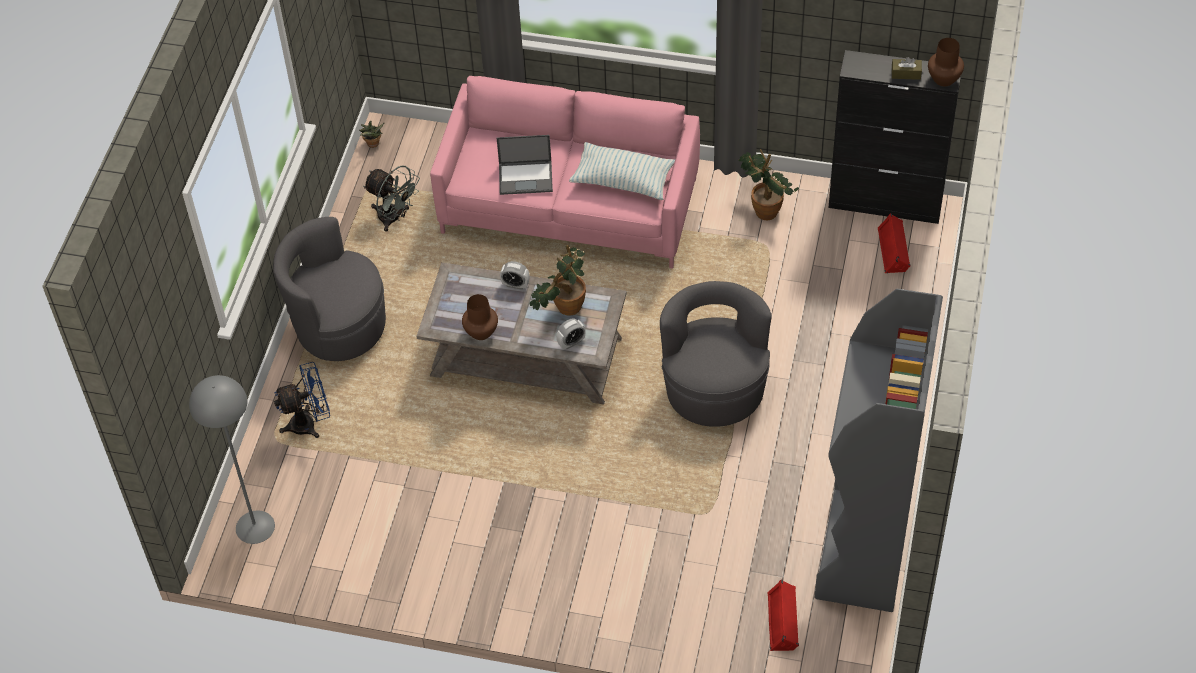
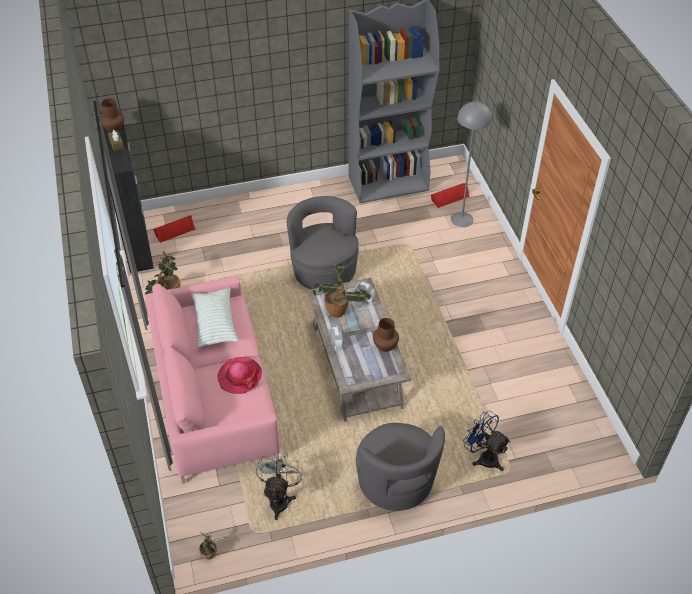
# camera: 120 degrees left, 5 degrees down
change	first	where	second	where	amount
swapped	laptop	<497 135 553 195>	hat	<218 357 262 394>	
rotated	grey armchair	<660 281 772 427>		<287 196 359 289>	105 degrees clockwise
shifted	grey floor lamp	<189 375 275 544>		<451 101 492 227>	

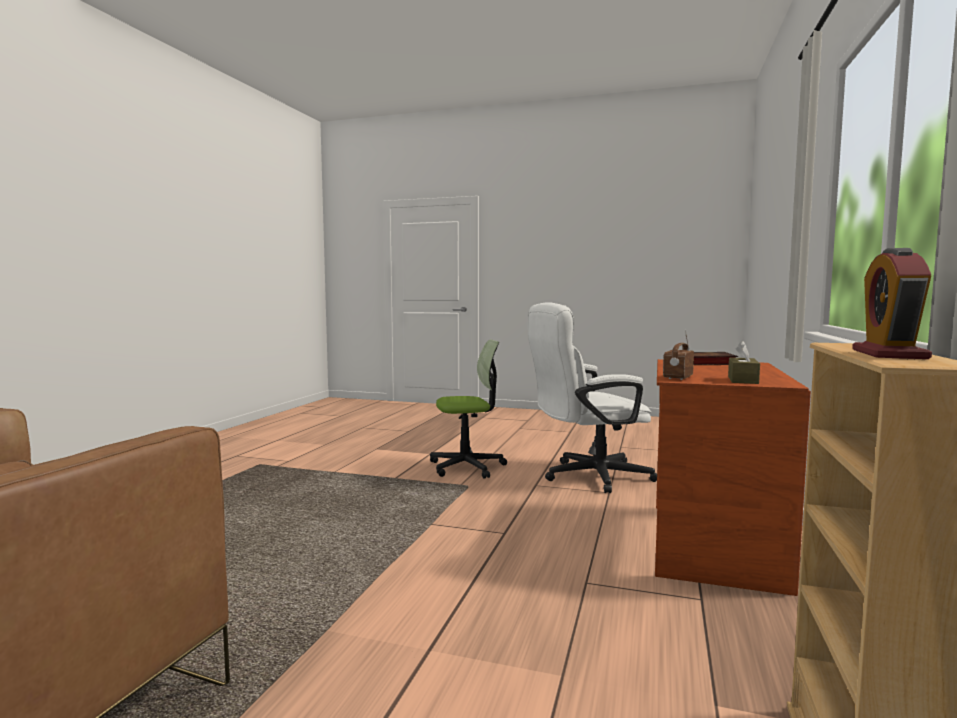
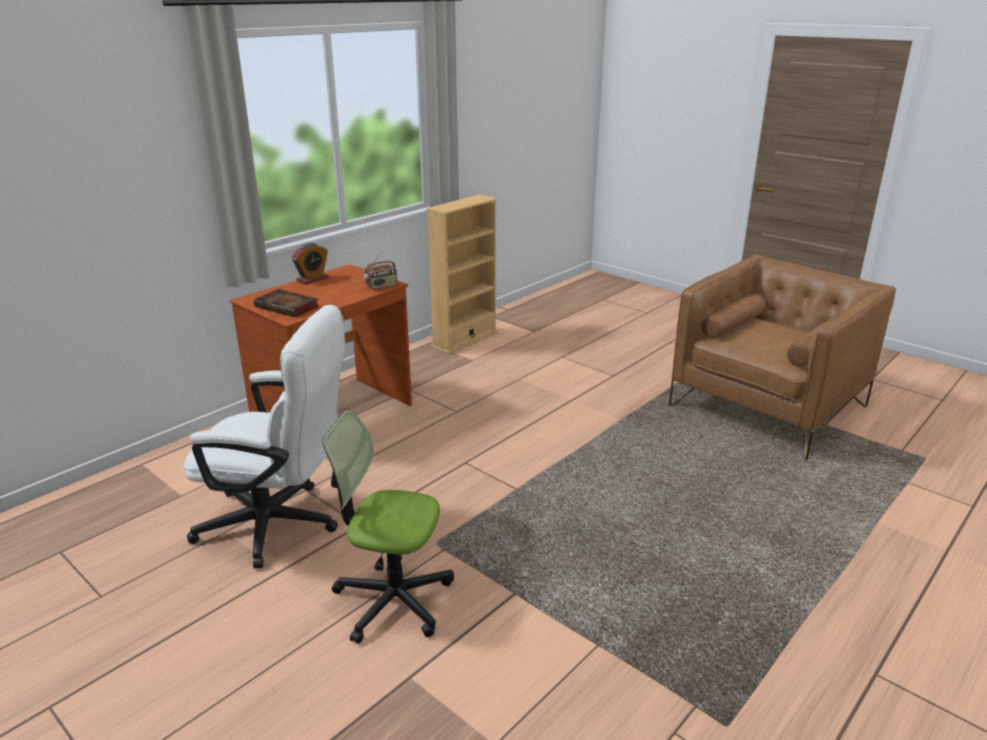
# camera: 155 degrees left, 20 degrees up
change	first	where	second	where	amount
shifted	alarm clock	<852 248 932 359>		<292 243 329 284>	
gone	brown tissue box	<728 341 760 384>			

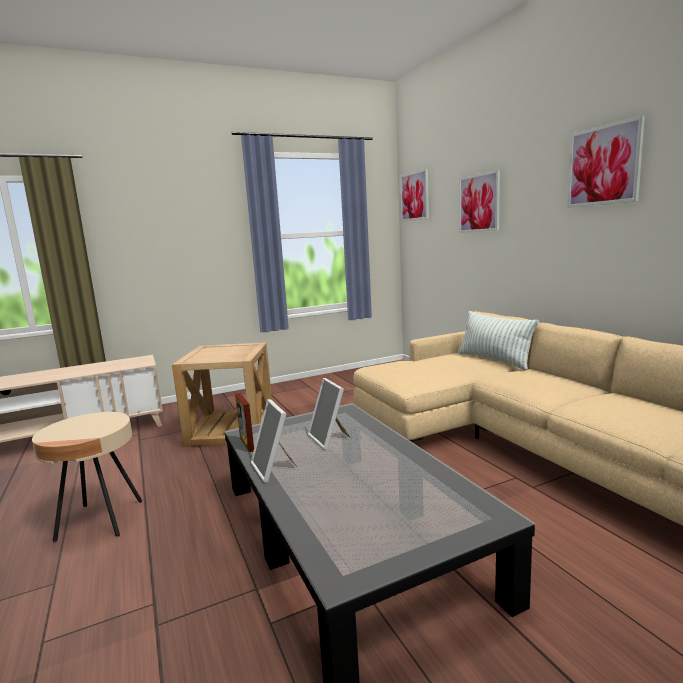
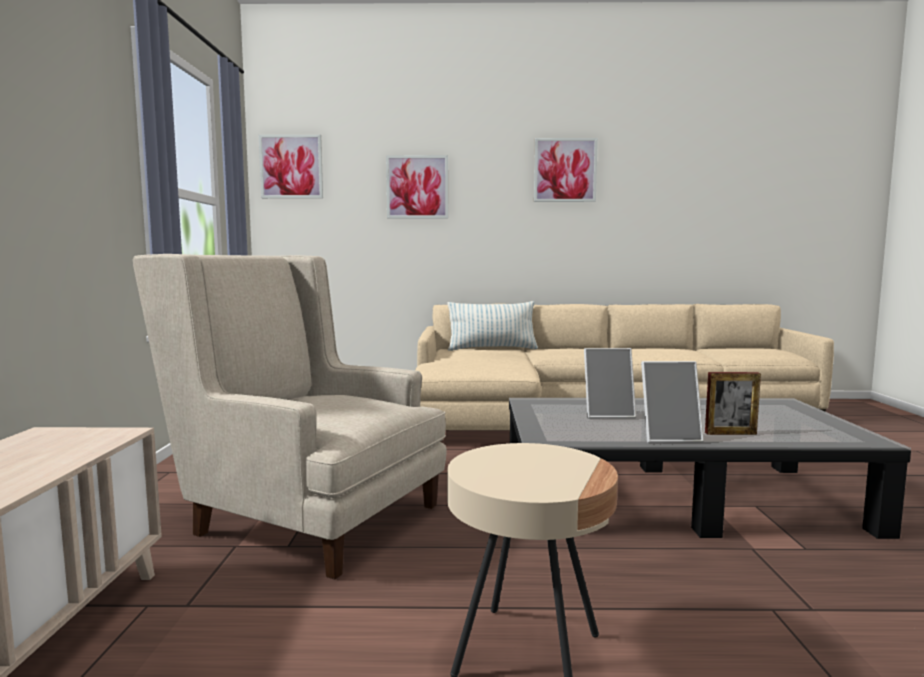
# camera: 65 degrees left, 5 degrees down
change	first	where	second	where	amount
swapped	beige side table	<172 343 272 447>	beige armchair	<133 254 447 580>	
shifted	picture frame	<235 393 254 452>		<705 372 761 435>	

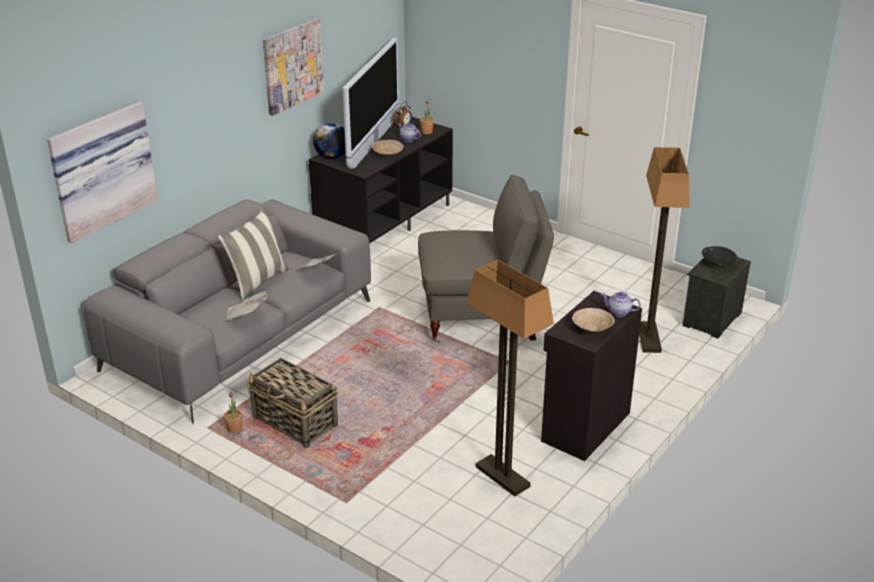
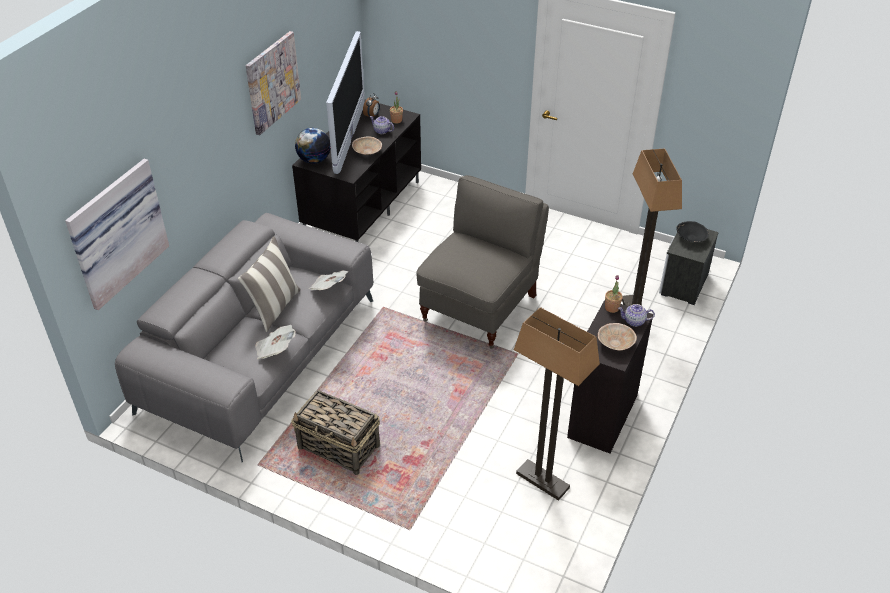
# camera: 10 degrees left, 10 degrees up
change	first	where	second	where	amount
rotated	grey armchair	<418 175 554 343>		<416 175 549 349>	45 degrees counterclockwise
shifted	potted plant	<224 392 242 433>		<605 275 623 313>	

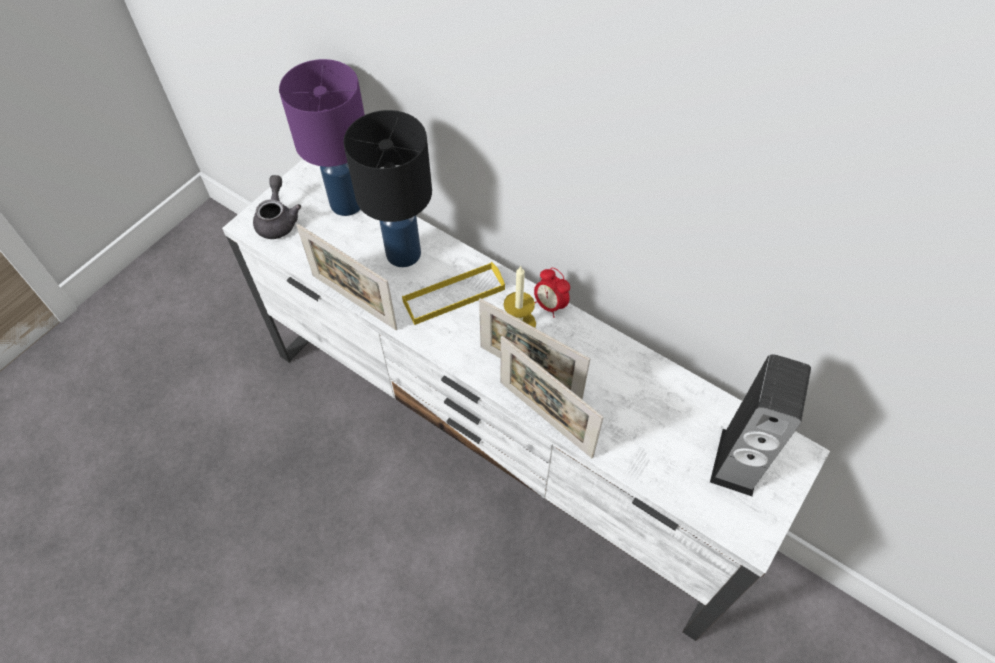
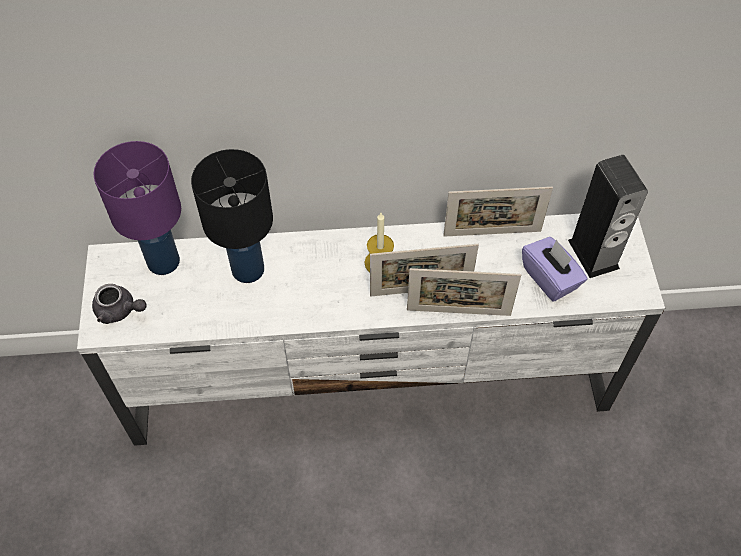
# camera: 40 degrees left, 0 degrees up
change	first	where	second	where	amount
rotated	grey teapot	<253 175 301 239>		<92 284 147 324>	150 degrees clockwise
shifted	picture frame	<296 224 397 330>		<443 187 553 237>	
new			purple tissue box	<522 237 587 301>	
gone	yellow tray	<402 262 505 325>			
gone	alarm clock	<534 268 570 318>			

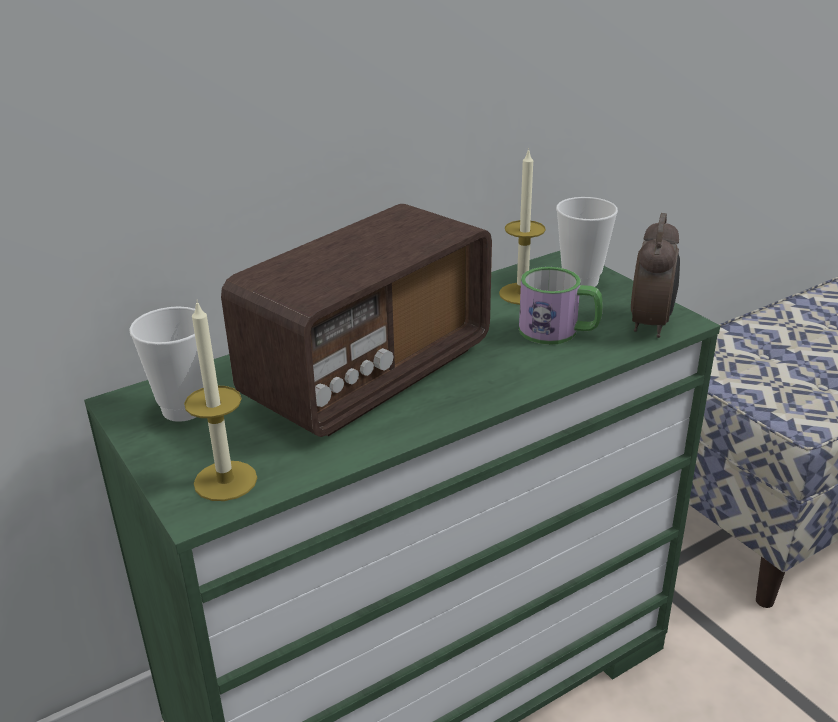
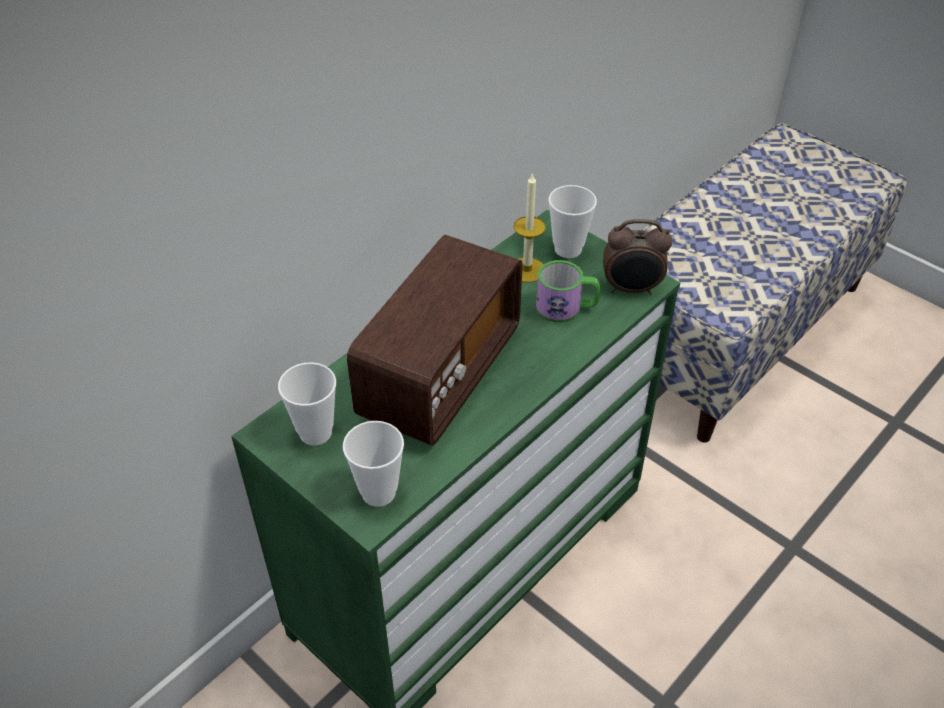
# camera: 15 degrees left, 15 degrees up
change	first	where	second	where	amount
swapped	candle	<184 302 257 501>	cup	<343 421 404 507>	
rotated	alarm clock	<631 213 680 338>		<603 219 672 295>	90 degrees clockwise

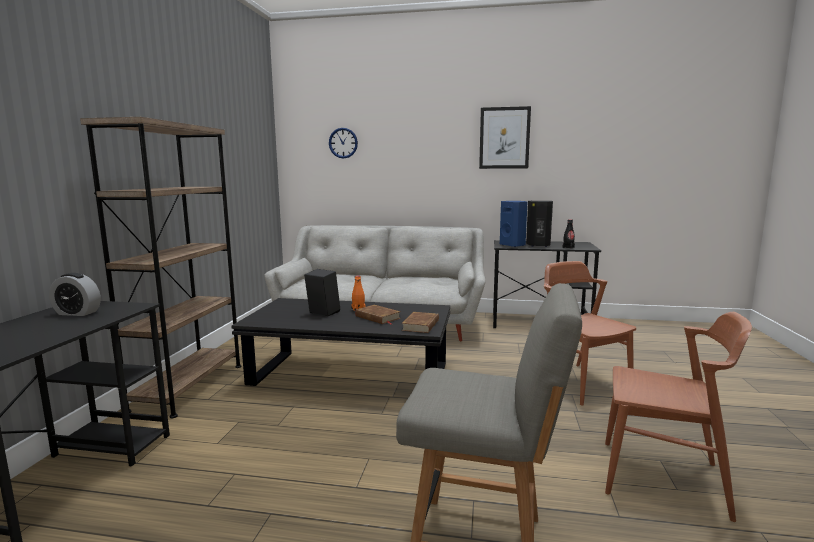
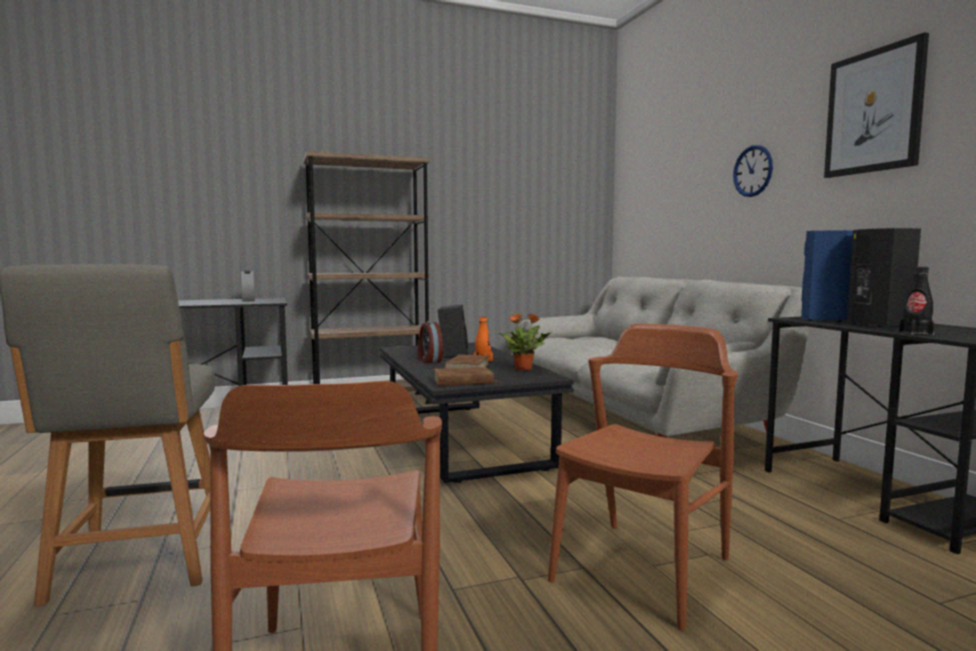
# camera: 60 degrees right, 5 degrees down
change	first	where	second	where	amount
new			alarm clock	<417 321 443 363>	
new			potted plant	<499 313 550 371>	
shifted	wall clock	<329 128 358 159>		<733 145 773 197>	

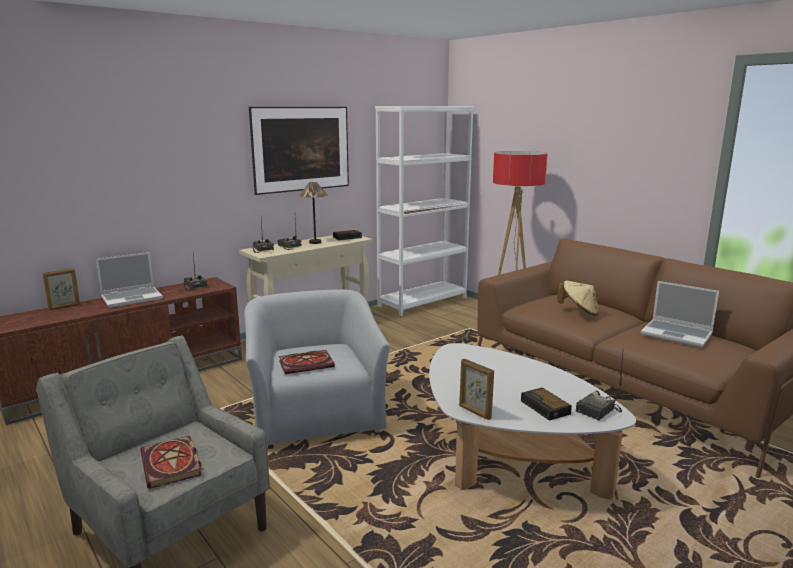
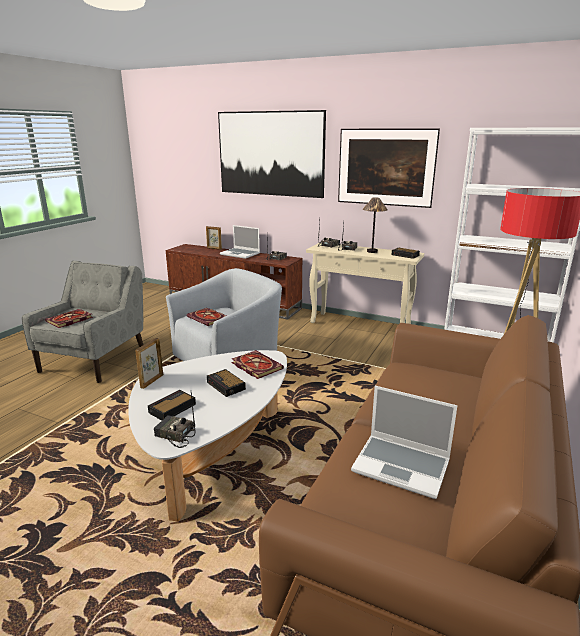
# camera: 65 degrees right, 5 degrees up
change	first	where	second	where	amount
new			alarm clock	<207 369 246 397>	
new			picture	<218 110 326 198>	
new			book	<232 350 284 379>	
rotated	laptop	<641 281 719 347>		<351 386 457 499>	75 degrees counterclockwise
gone	beige hat	<557 281 599 316>			

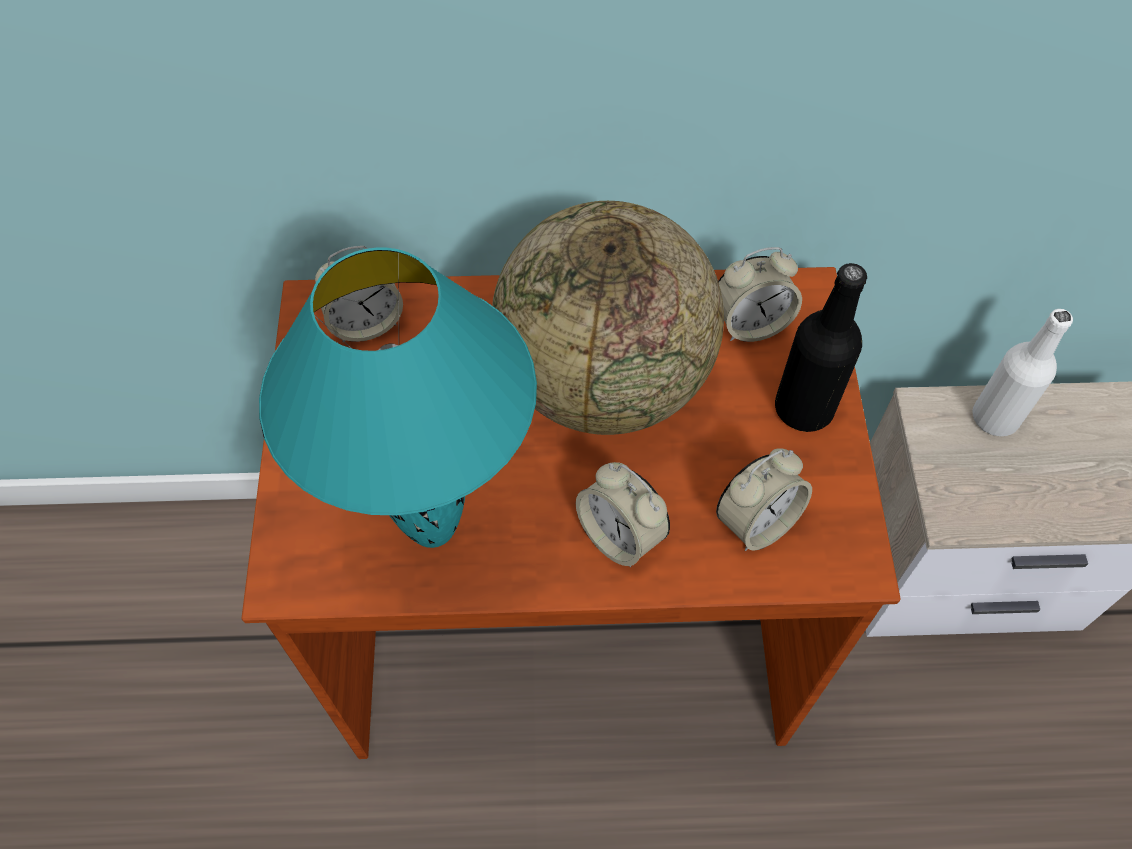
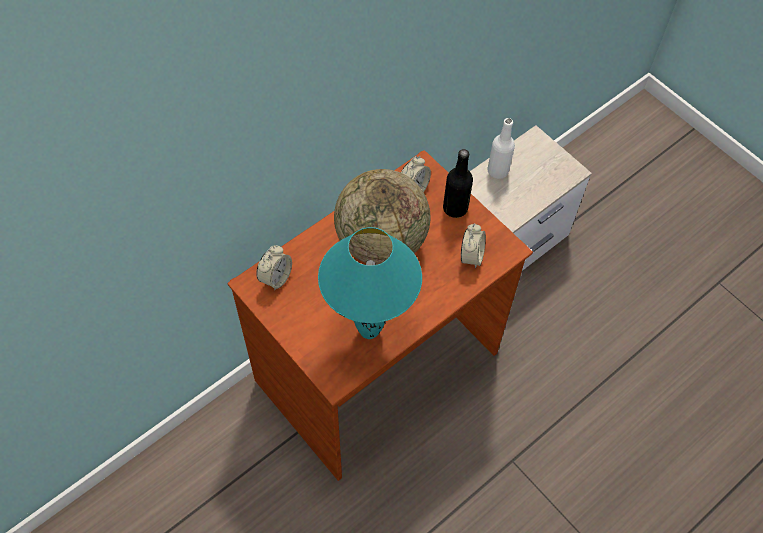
# camera: 40 degrees left, 0 degrees up
change	first	where	second	where	amount
gone	alarm clock	<576 462 670 567>			

